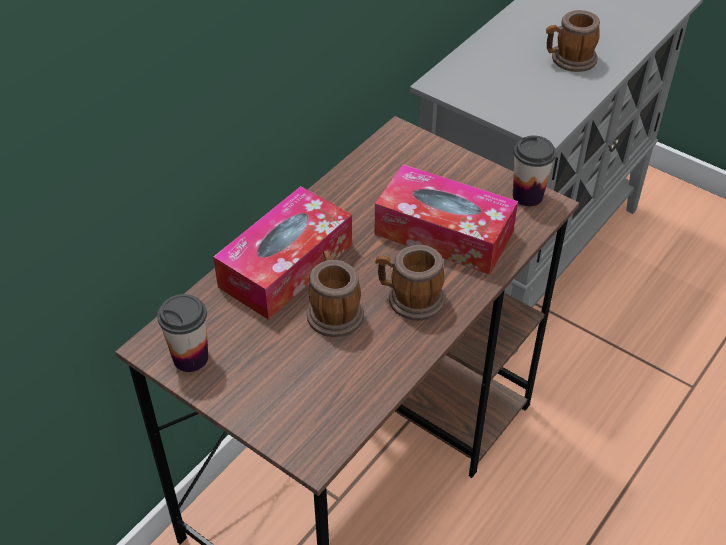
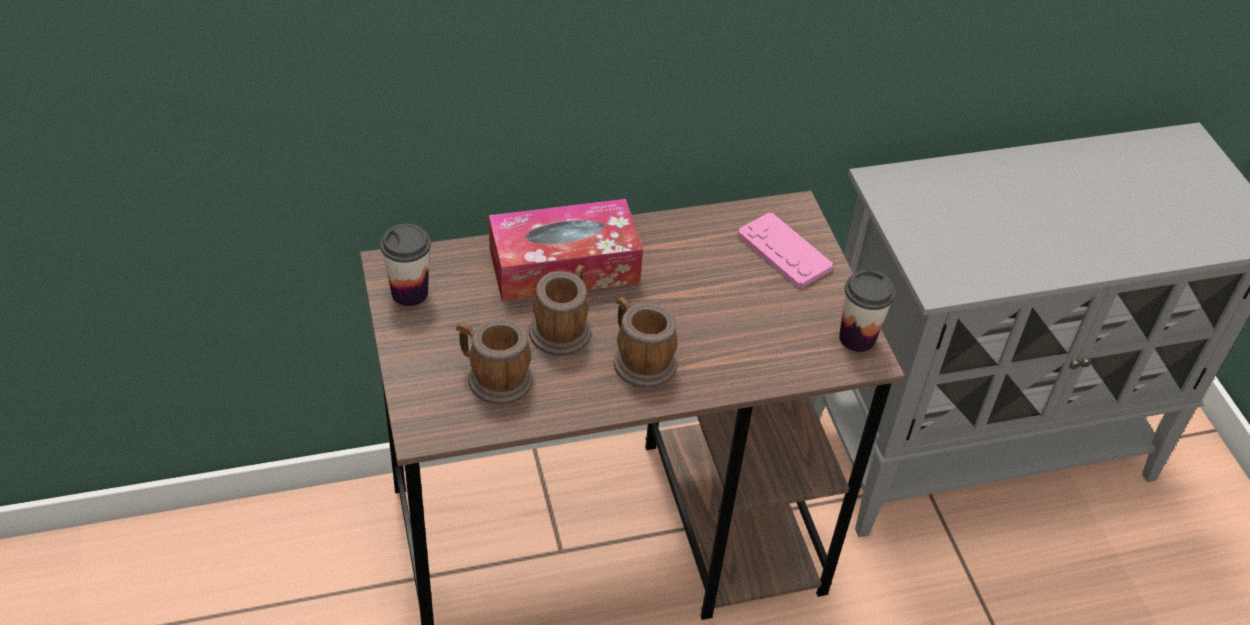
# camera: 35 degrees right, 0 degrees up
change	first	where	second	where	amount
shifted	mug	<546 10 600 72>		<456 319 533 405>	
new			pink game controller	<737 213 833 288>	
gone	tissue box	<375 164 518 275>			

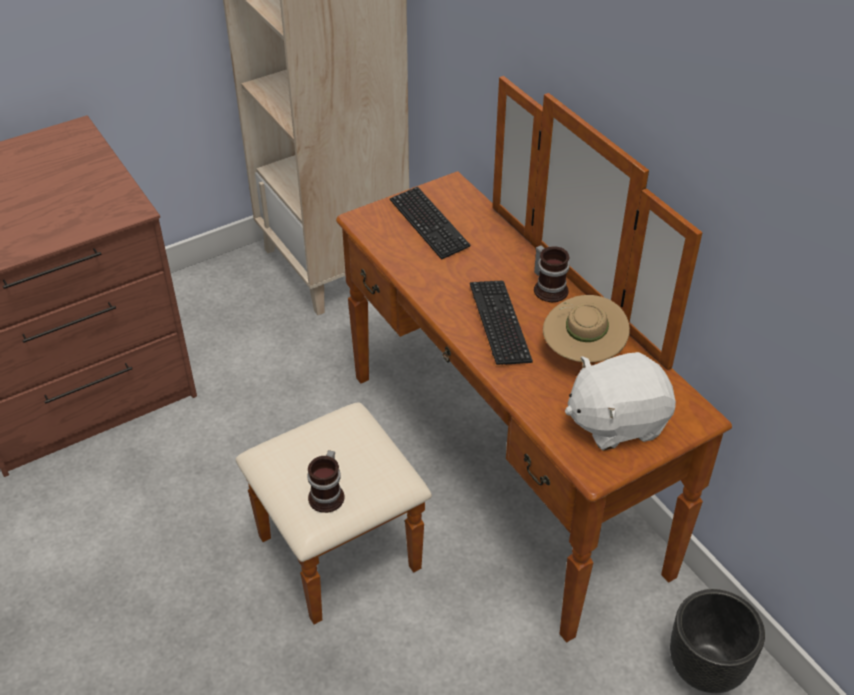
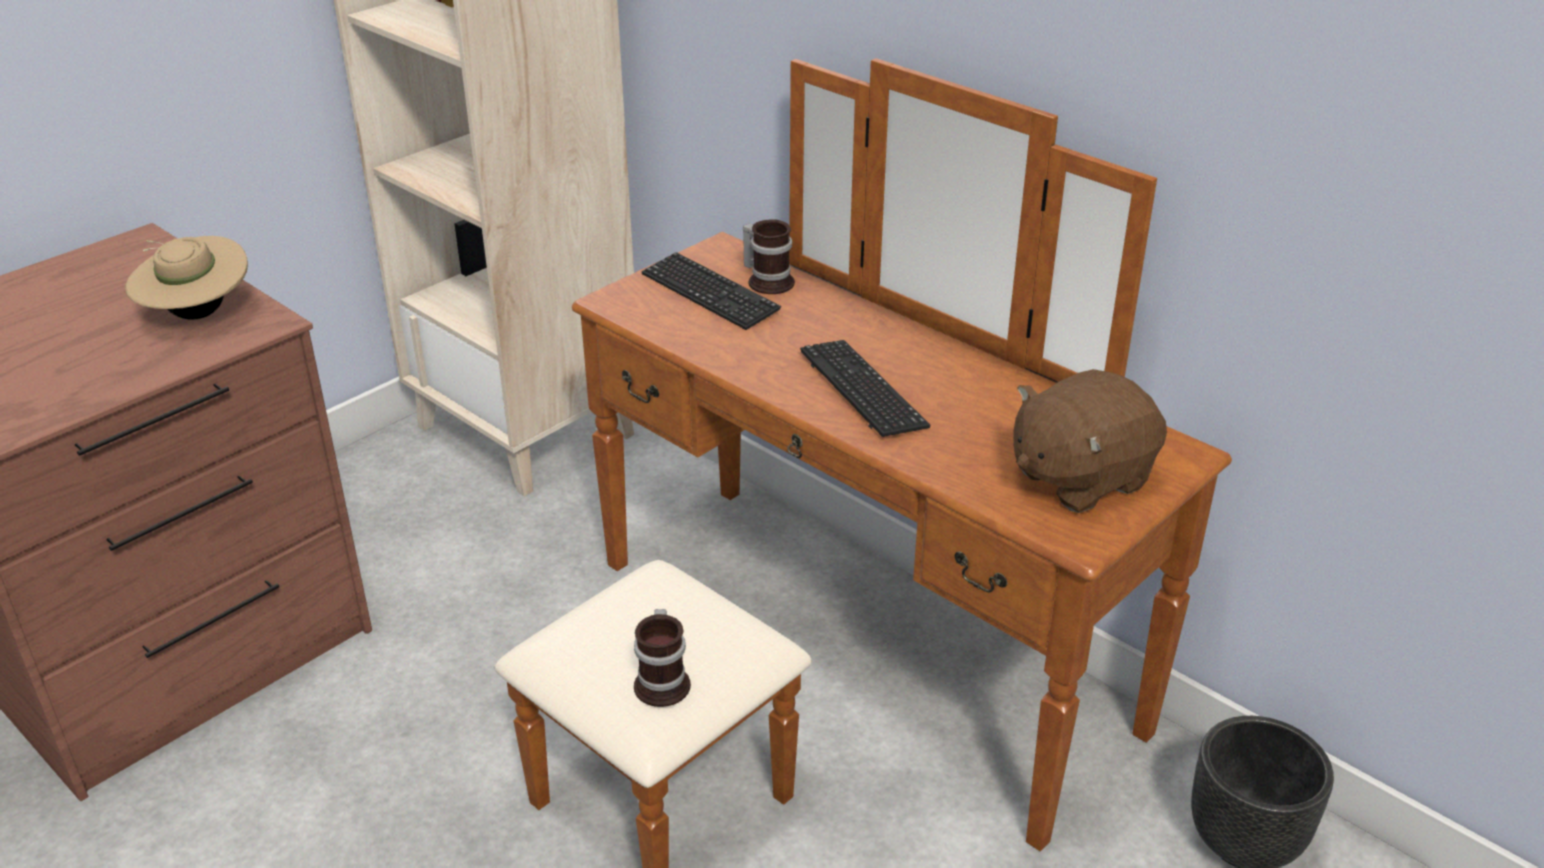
# camera: 15 degrees left, 10 degrees down
change	first	where	second	where	amount
shifted	beige hat	<543 295 630 363>		<125 236 248 320>	
shifted	mug	<534 245 570 302>		<743 219 795 294>	
repainted	white plush toy	<565 352 676 451>	brown plush toy	<1013 369 1167 513>	

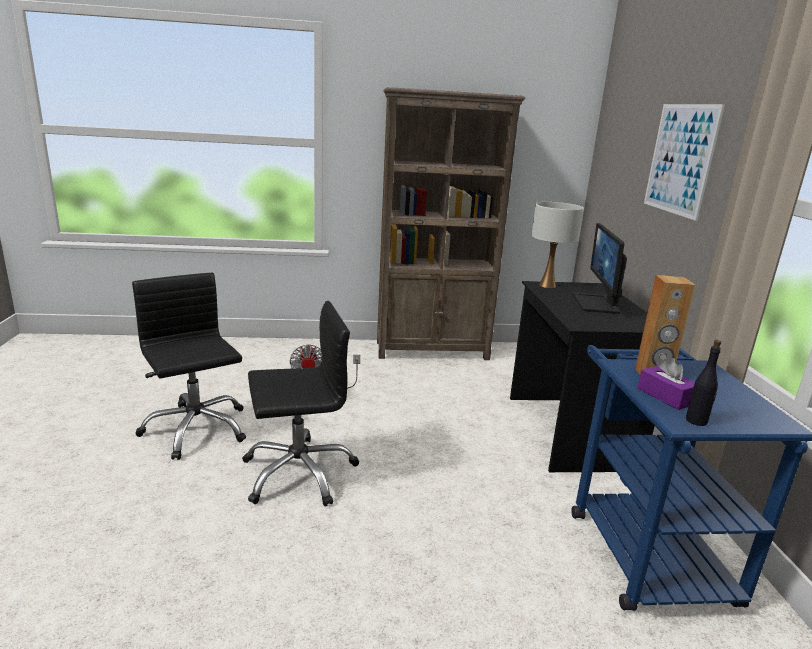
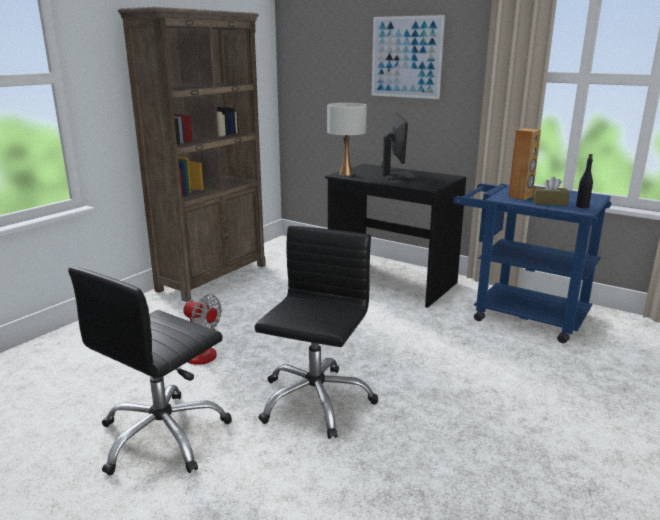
# camera: 50 degrees left, 0 degrees up
change	first	where	second	where	amount
rotated	black office chair	<132 273 246 460>		<68 267 232 475>	60 degrees counterclockwise
rotated	monitor	<573 223 627 314>		<381 113 417 180>	135 degrees counterclockwise
repainted	purple tissue box	<637 358 695 410>	brown tissue box	<532 176 570 206>	

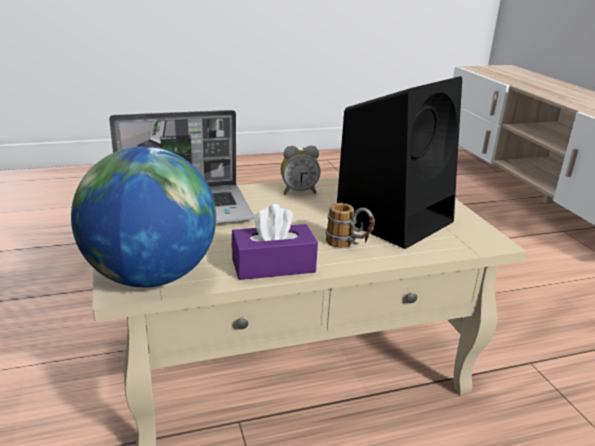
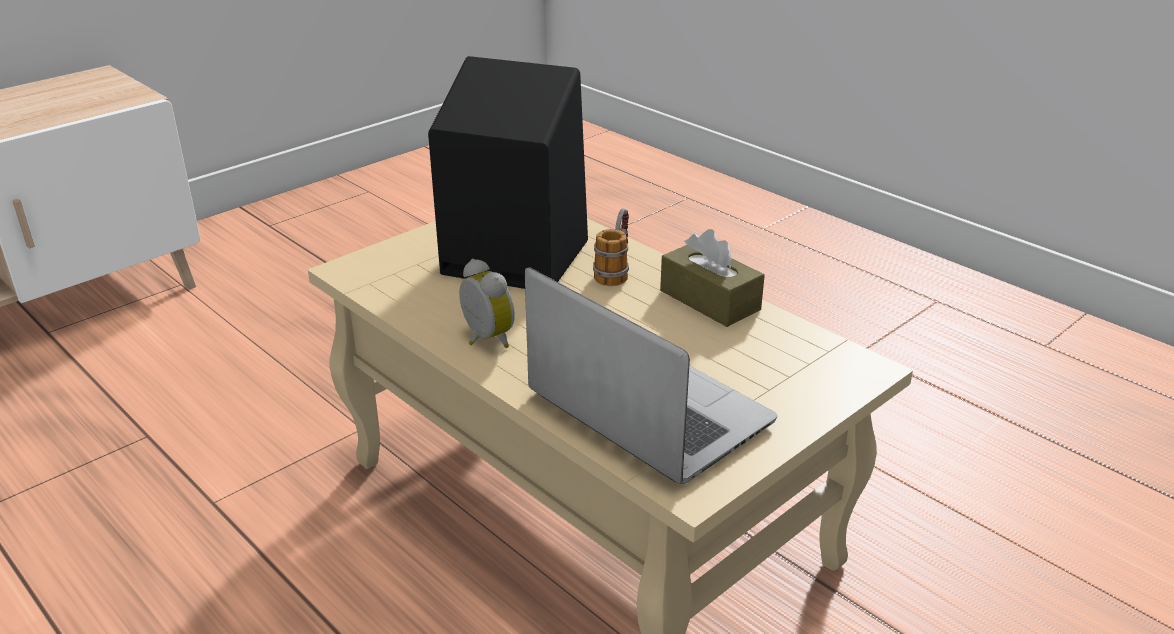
# camera: 115 degrees left, 5 degrees up
change	first	where	second	where	amount
repainted	purple tissue box	<232 204 318 280>	brown tissue box	<660 229 765 327>	
gone	globe	<71 147 216 287>			

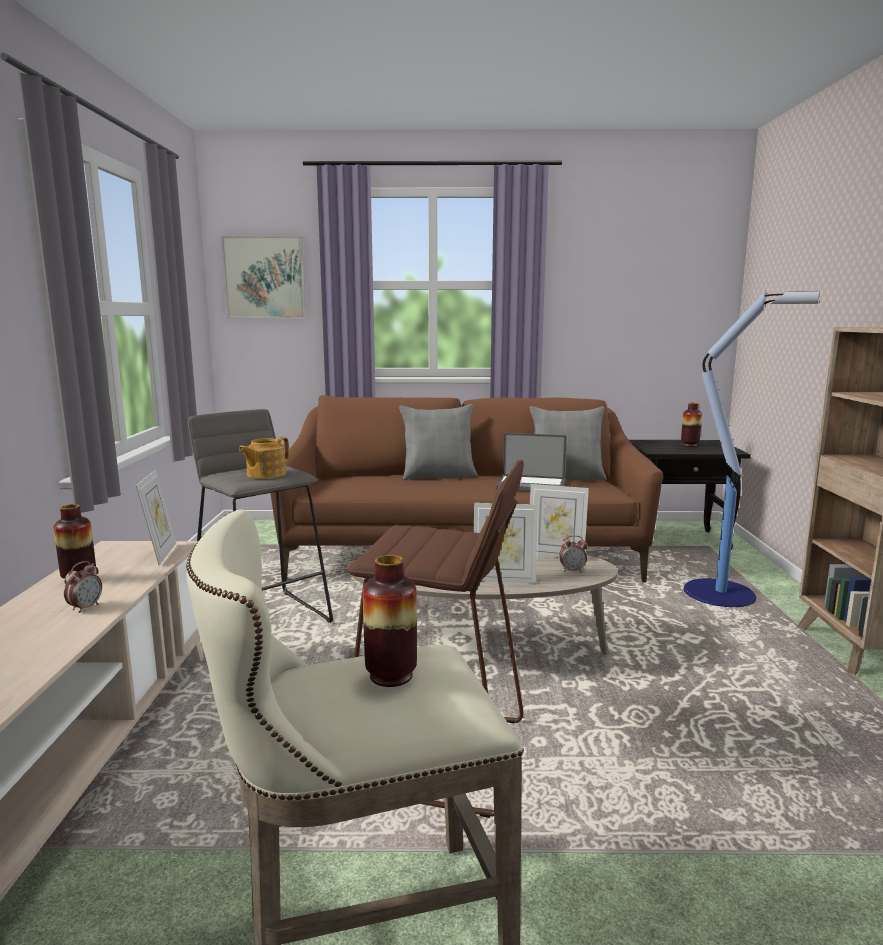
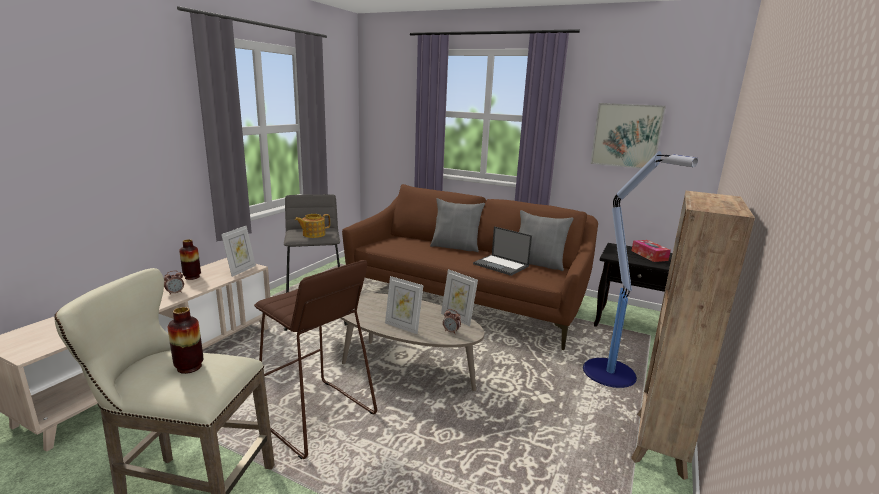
# camera: 25 degrees right, 5 degrees up
change	first	where	second	where	amount
shifted	picture	<221 236 306 318>		<590 103 666 169>	
swapped	vase	<681 403 702 447>	tissue box	<632 240 671 262>	

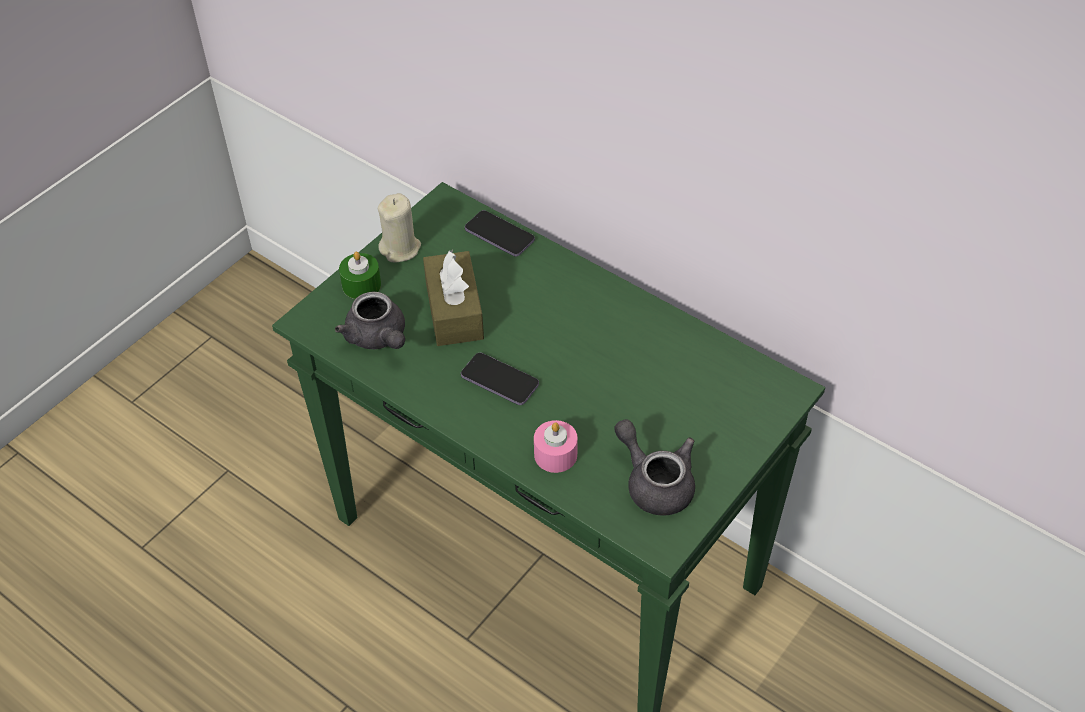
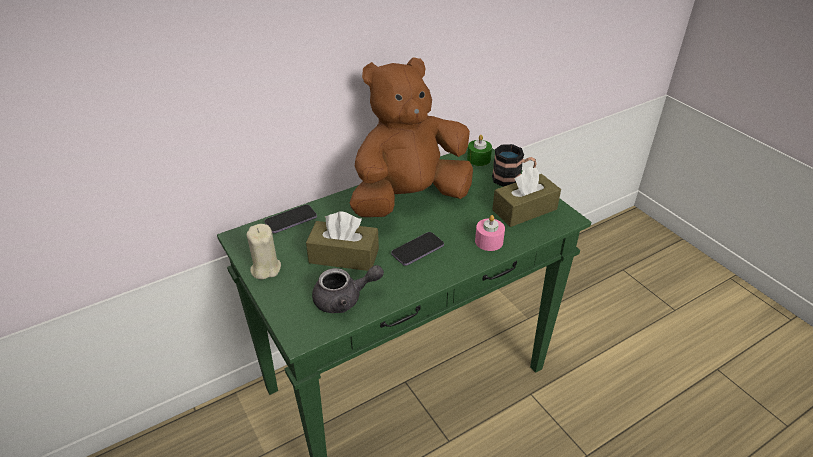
# camera: 70 degrees left, 10 degrees down
change	first	where	second	where	amount
new			brown plush toy	<350 57 473 217>	
shifted	green candle	<339 252 381 299>		<467 135 492 166>	
new			mug	<492 144 536 187>	
swapped	grey teapot	<614 419 695 516>	brown tissue box	<492 167 561 227>	

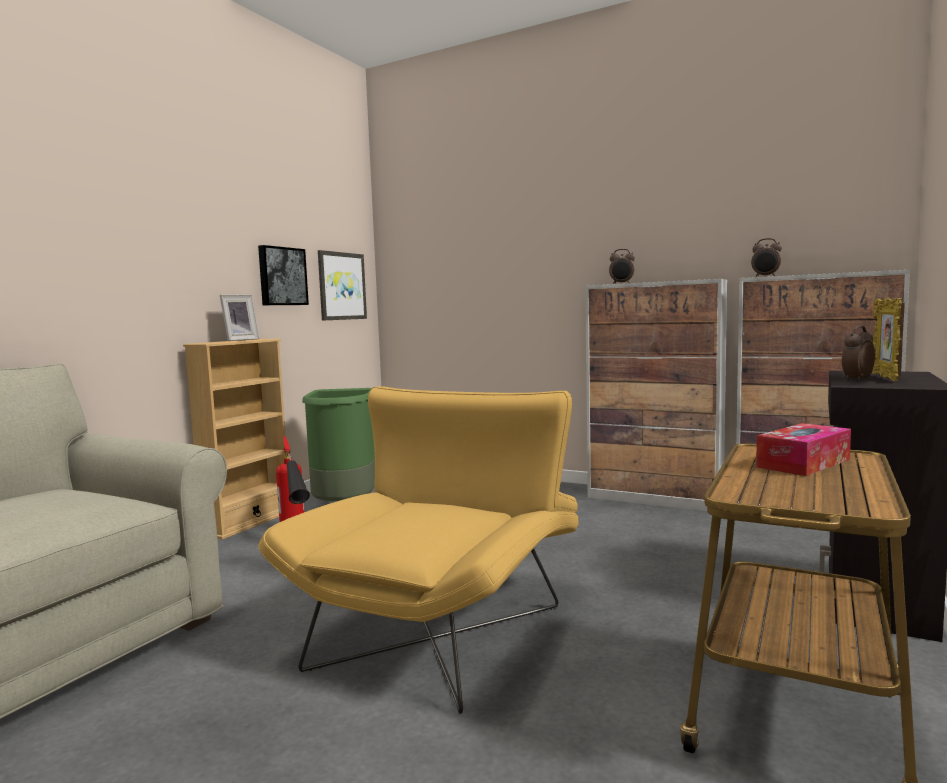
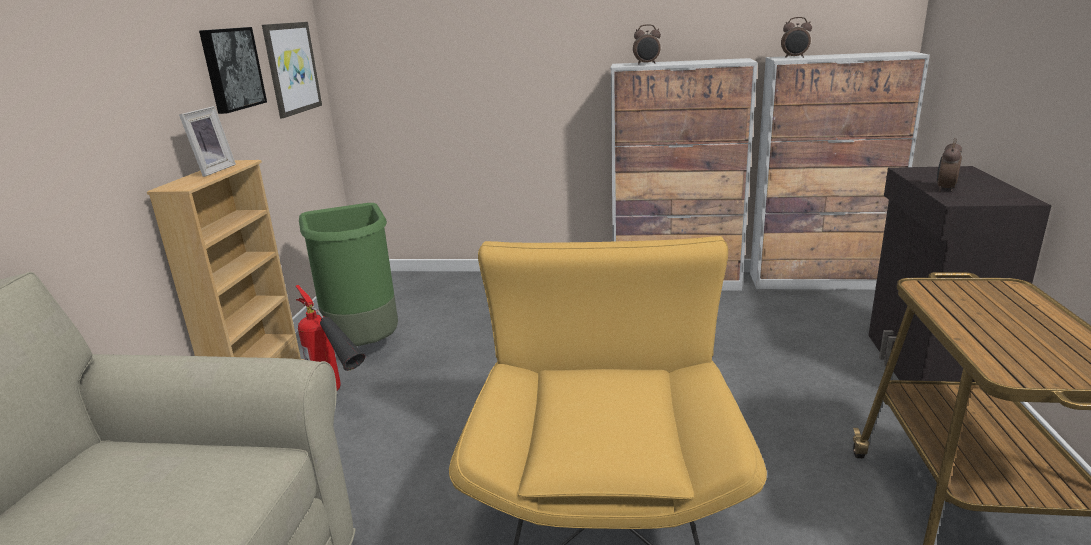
# camera: 20 degrees left, 15 degrees up
change	first	where	second	where	amount
gone	tissue box	<756 423 851 476>			
gone	picture frame	<871 298 905 381>			

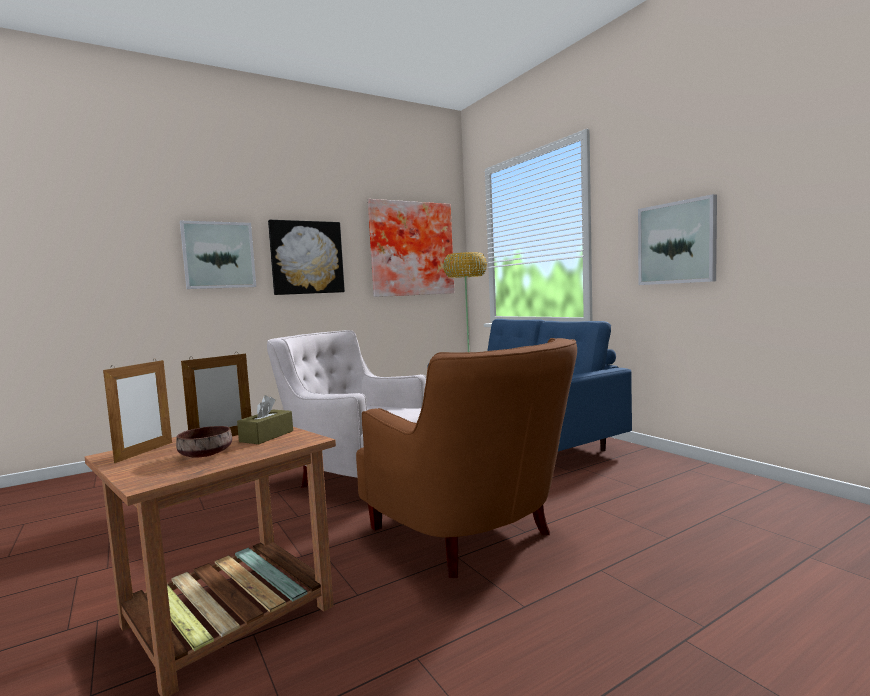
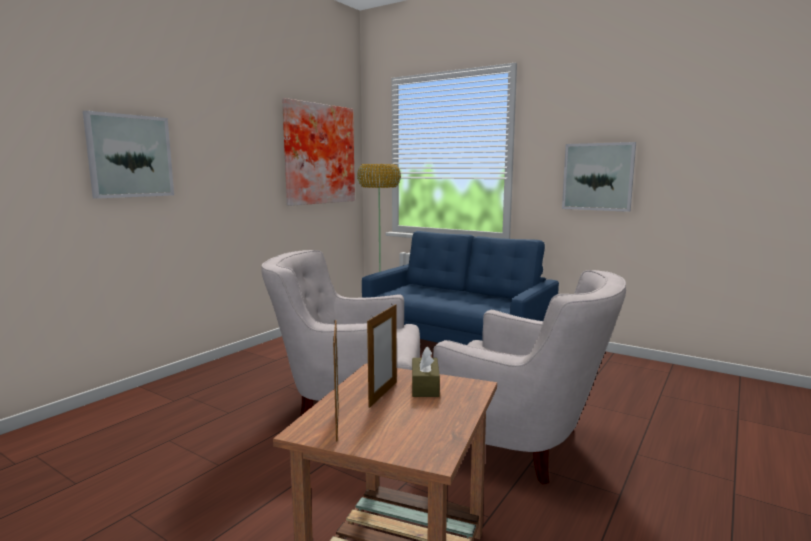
# camera: 25 degrees left, 5 degrees up
change	first	where	second	where	amount
repainted	brown armchair	<356 338 577 578>	white armchair	<433 270 626 484>	
gone	brown bowl	<176 426 232 458>			
gone	picture	<268 220 345 295>			

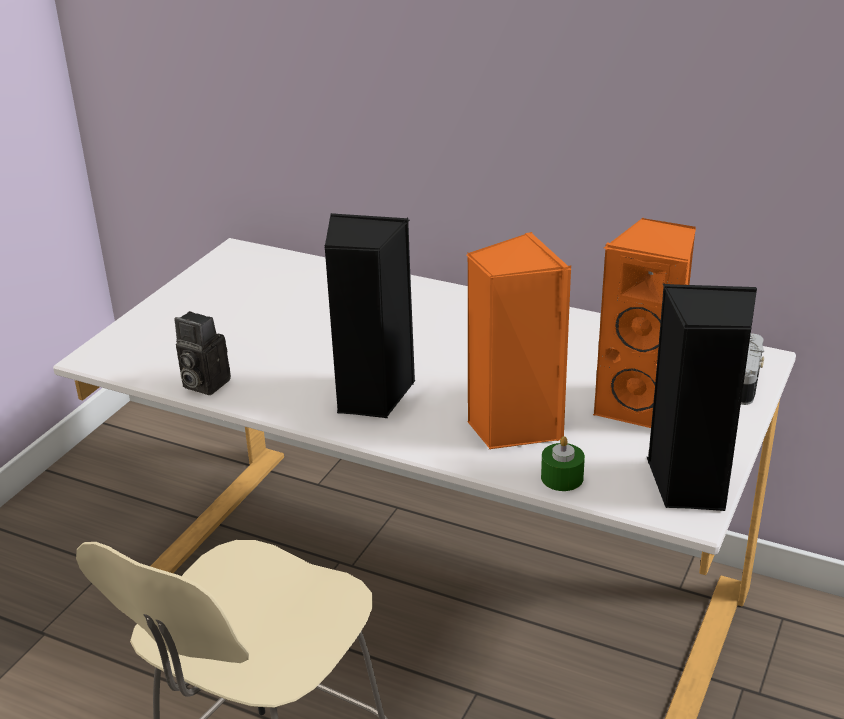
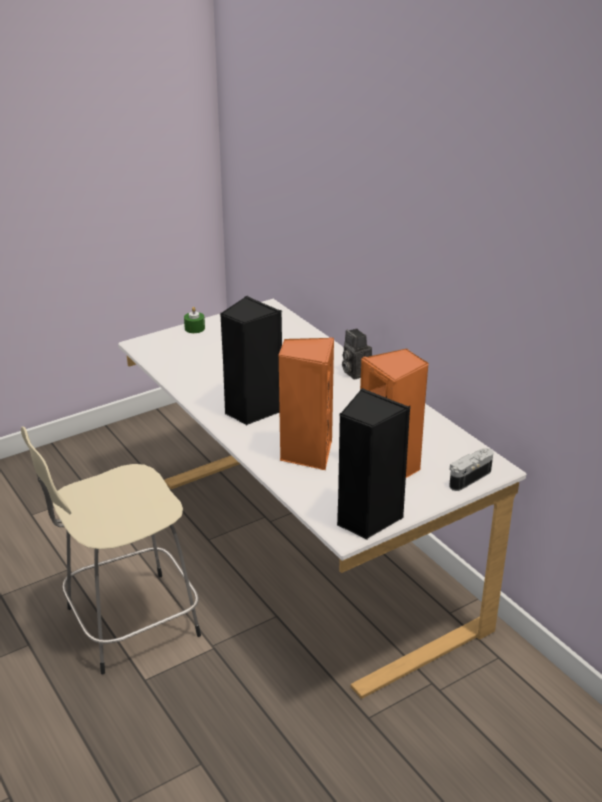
# camera: 30 degrees right, 0 degrees up
change	first	where	second	where	amount
shifted	green candle	<541 436 585 491>		<184 307 205 333>	
shifted	photo camera	<174 311 231 395>		<342 329 372 380>	

